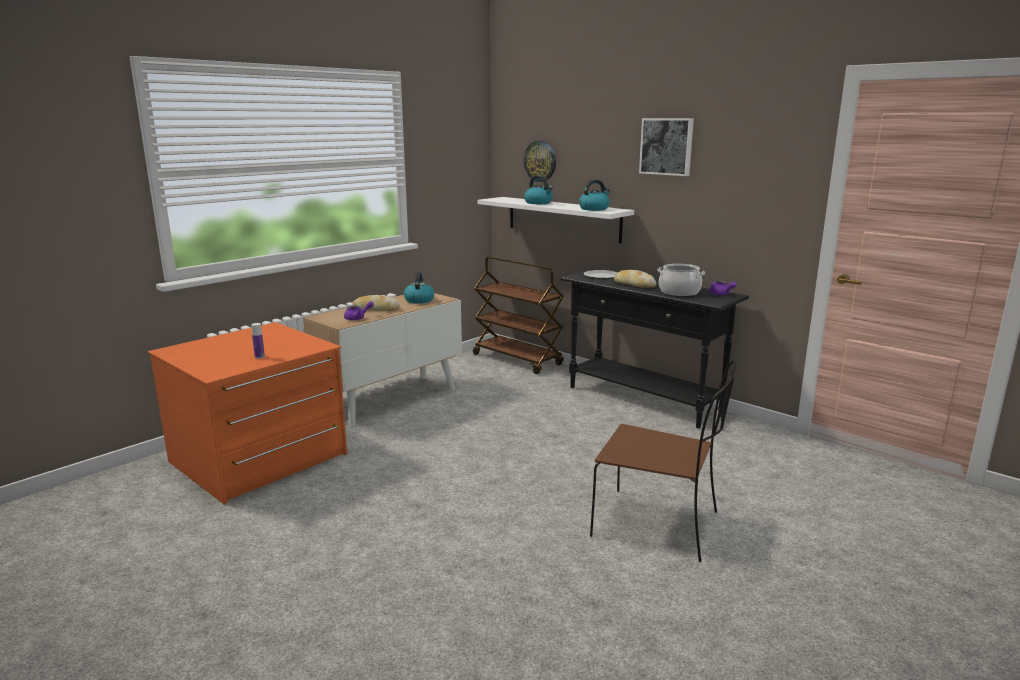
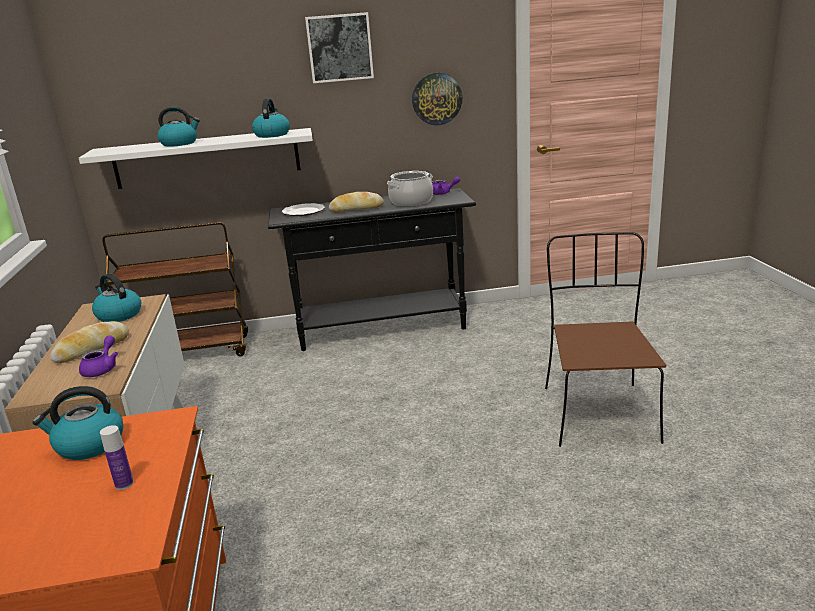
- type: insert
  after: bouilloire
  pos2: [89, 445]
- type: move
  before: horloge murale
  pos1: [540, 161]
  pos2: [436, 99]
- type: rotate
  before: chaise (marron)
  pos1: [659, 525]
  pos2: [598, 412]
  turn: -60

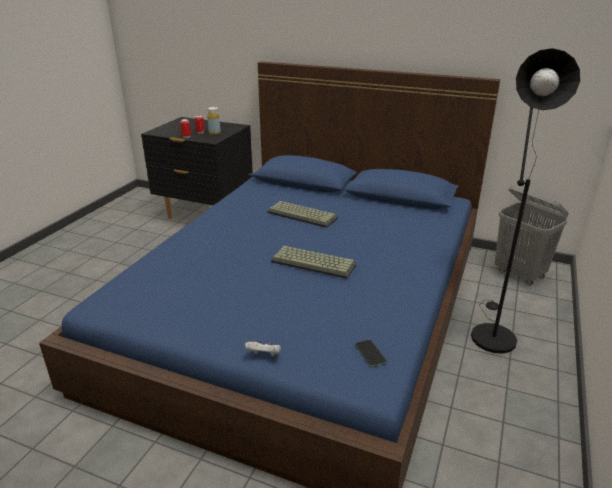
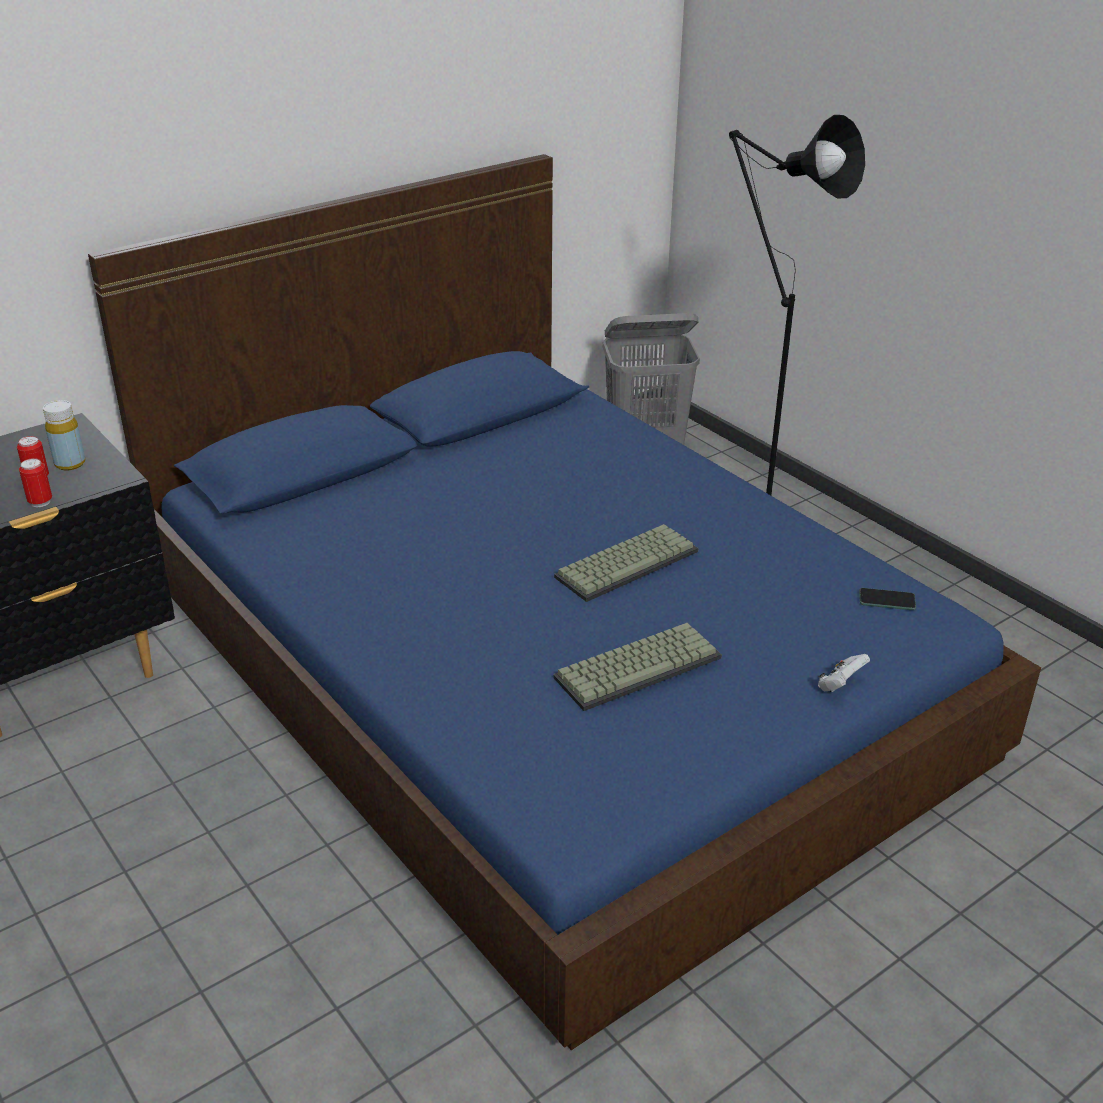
- type: move
  before: clavier
  pos1: [303, 215]
  pos2: [638, 666]

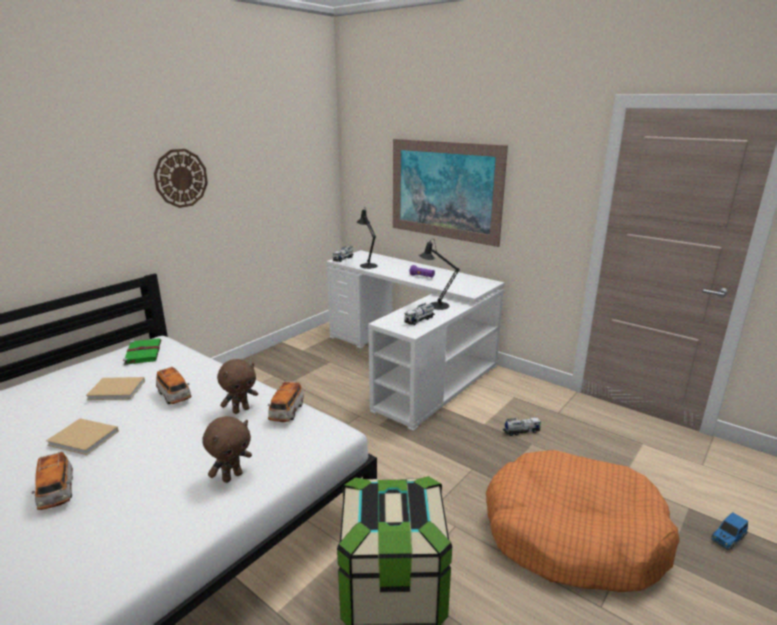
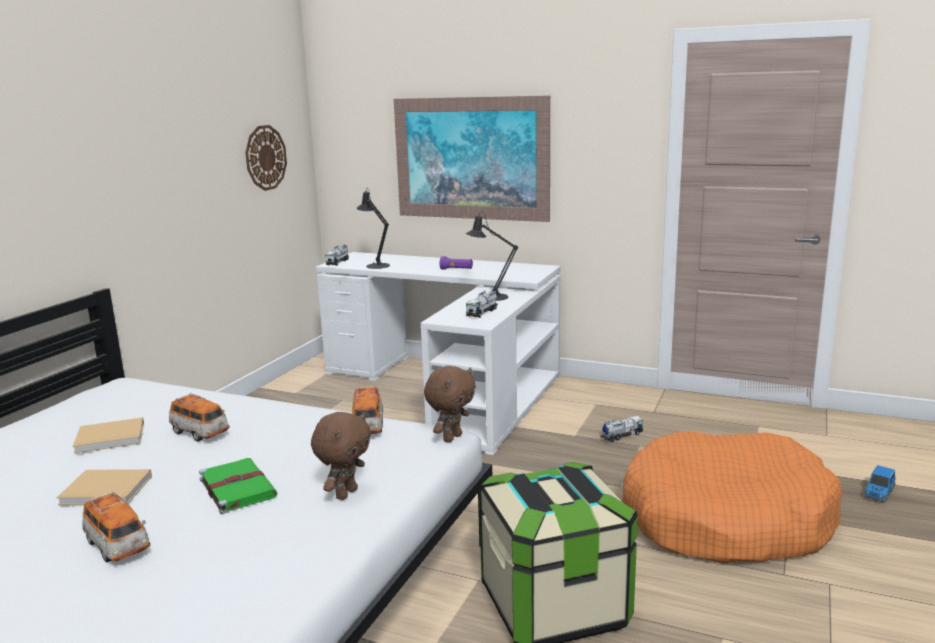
- type: move
  before: livre (vert)
  pos1: [143, 353]
  pos2: [237, 487]
- type: move
  before: horloge murale
  pos1: [181, 178]
  pos2: [265, 157]
- type: move
  before: peluche (marron)
  pos1: [241, 410]
  pos2: [451, 437]

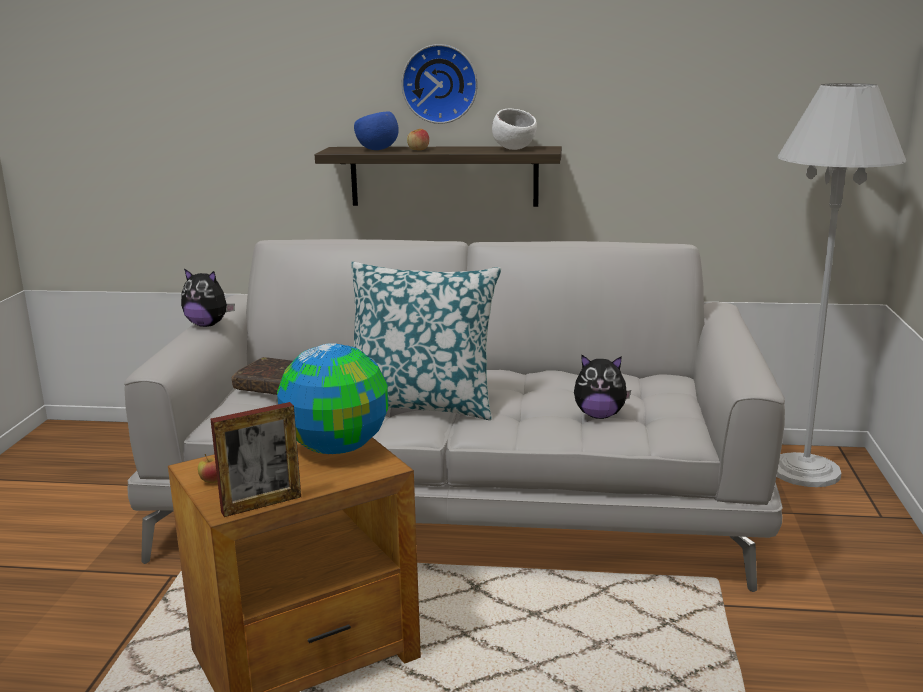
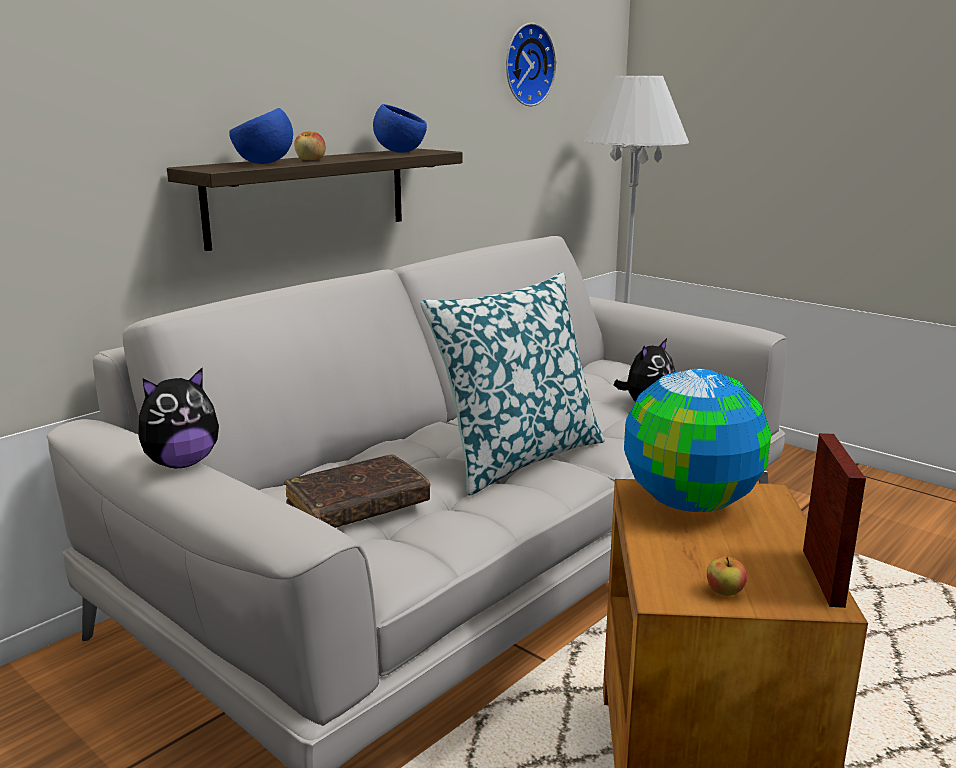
- type: recolor
  before: bol (blanc)
  after: bol (bleu)
  pos1: [514, 149]
  pos2: [400, 152]
- type: move
  before: horloge murale
  pos1: [440, 84]
  pos2: [526, 65]

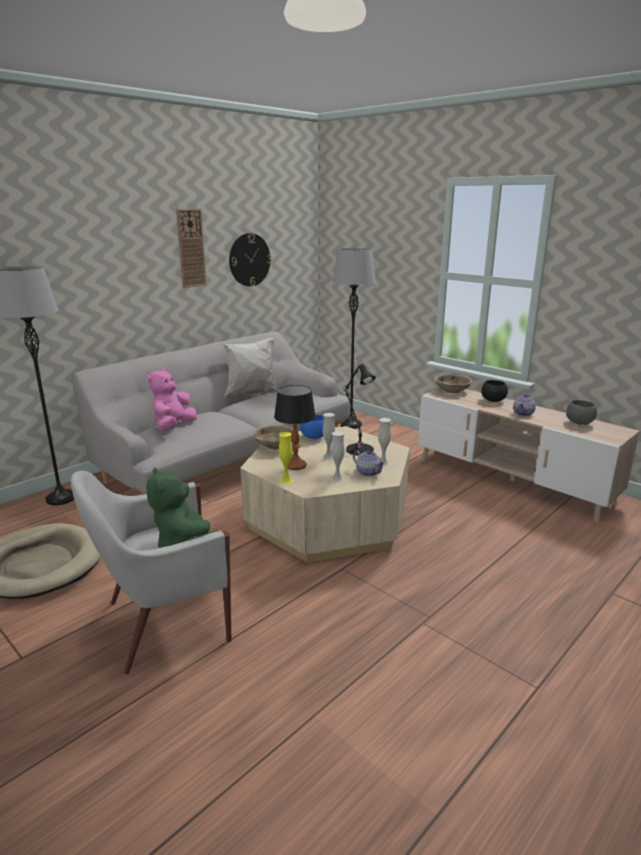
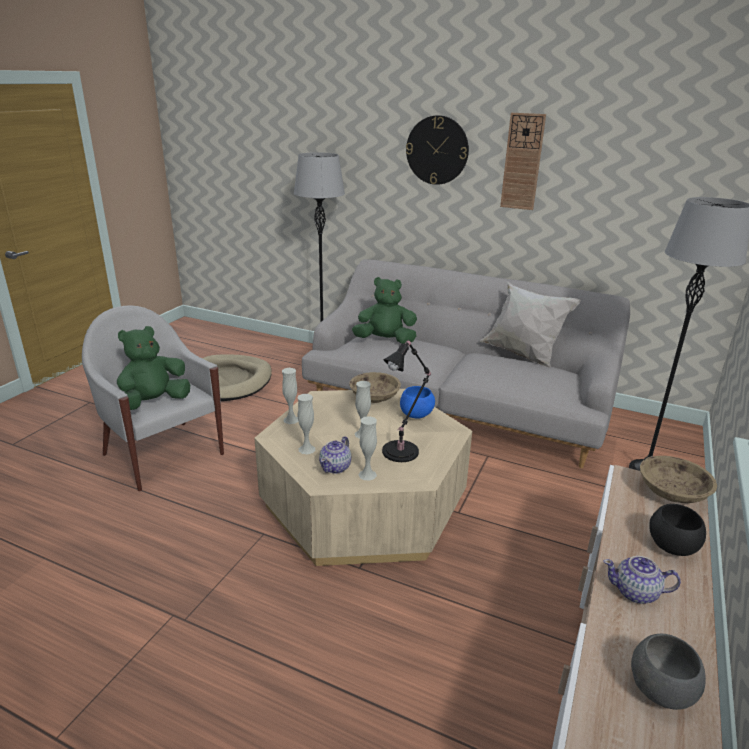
- type: recolor
  before: vase (jaune)
  after: vase (blanc)
  pos1: [286, 480]
  pos2: [291, 420]
- type: recolor
  before: peluche (rose)
  after: peluche (vert)
  pos1: [173, 427]
  pos2: [385, 340]
- type: move
  before: horloge murale
  pos1: [249, 260]
  pos2: [437, 150]
- type: delete
  before: lampe de table
  pos1: [295, 465]

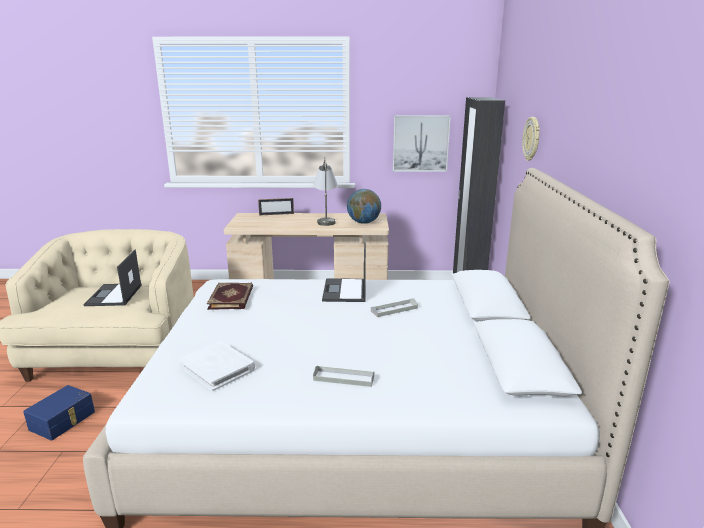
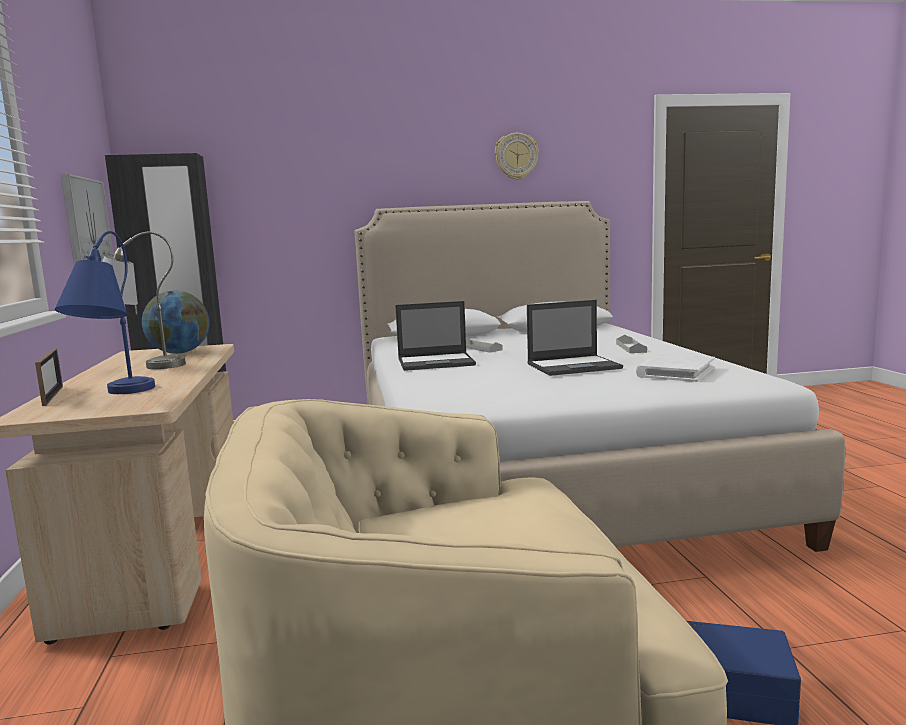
- type: insert
  after: lampe de table (bleu)
  pos2: [115, 396]
- type: move
  before: horloge murale
  pos1: [532, 139]
  pos2: [516, 156]
- type: move
  before: ordinateur portable
  pos1: [114, 295]
  pos2: [574, 366]
- type: delete
  before: livre
  pos1: [232, 298]

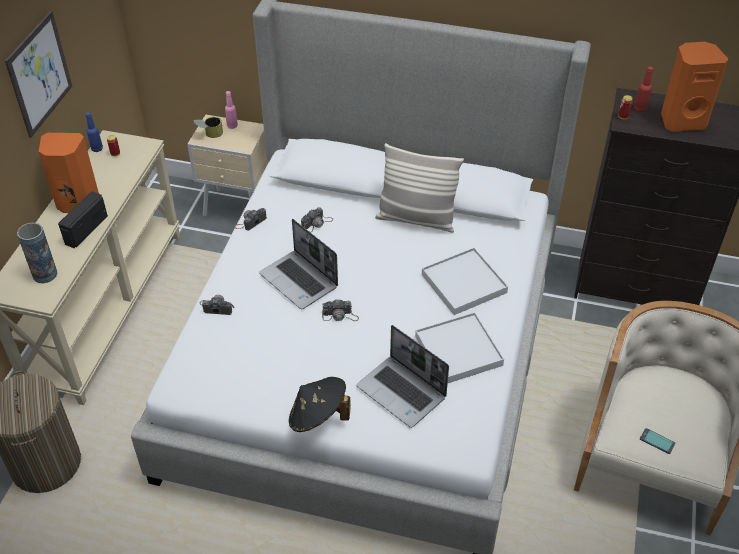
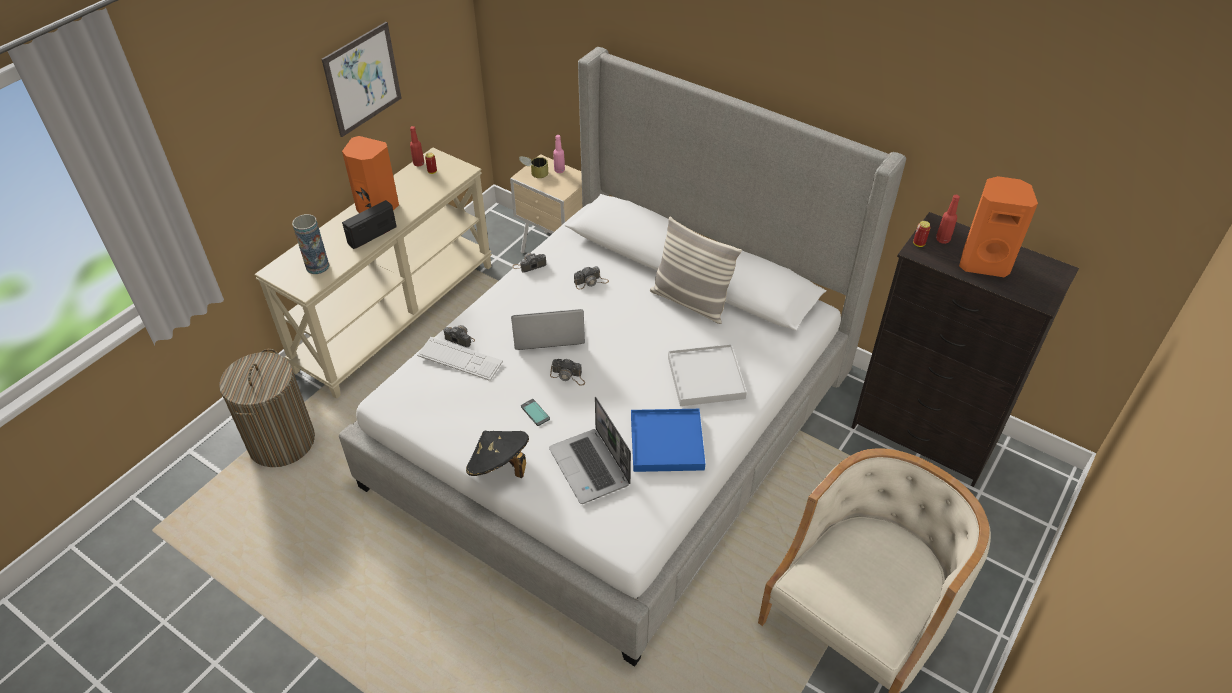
- type: recolor
  before: bouteille (bleu)
  after: bouteille (rouge)
  pos1: [97, 149]
  pos2: [418, 163]
- type: insert
  after: clavier
  pos2: [460, 359]
- type: rotate
  before: ordinateur portable
  pos1: [300, 281]
  pos2: [547, 333]
  turn: 105
- type: move
  before: téléphone
  pos1: [657, 441]
  pos2: [535, 413]
- type: recolor
  before: plateau (blanc)
  after: plateau (bleu)
  pos1: [458, 350]
  pos2: [667, 442]

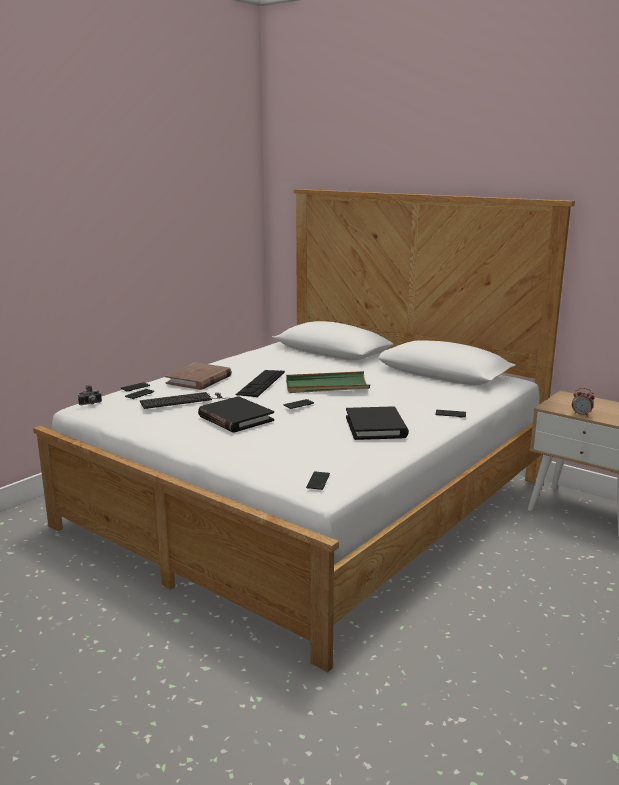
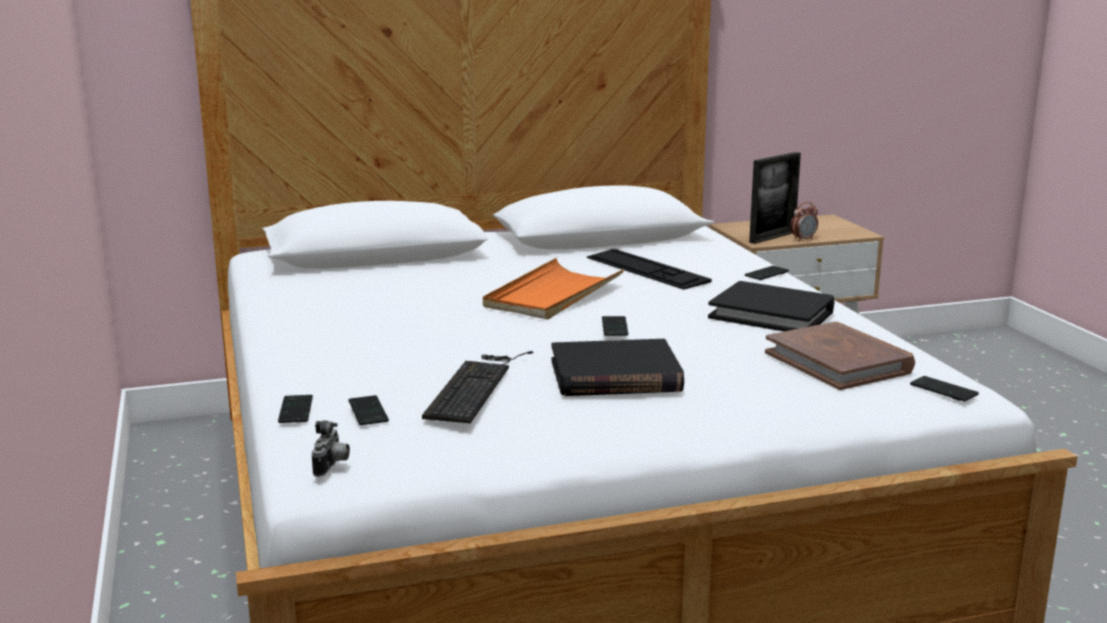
- type: recolor
  before: plateau (vert)
  after: plateau (orange)
  pos1: [326, 386]
  pos2: [552, 295]
- type: move
  before: clavier
  pos1: [261, 383]
  pos2: [646, 269]
- type: insert
  after: cadre photo
  pos2: [772, 237]
- type: move
  before: livre (marron)
  pos1: [199, 379]
  pos2: [838, 362]

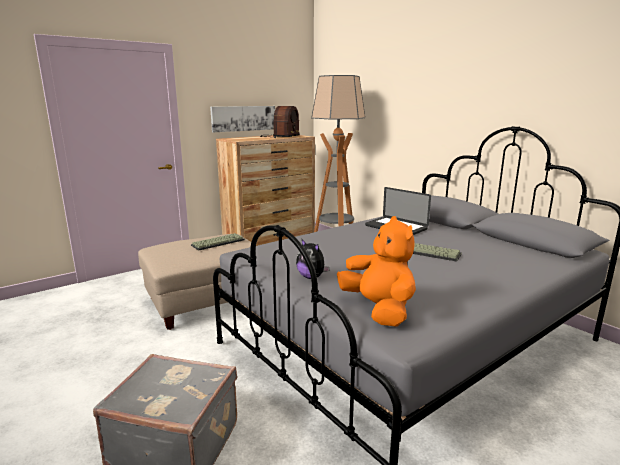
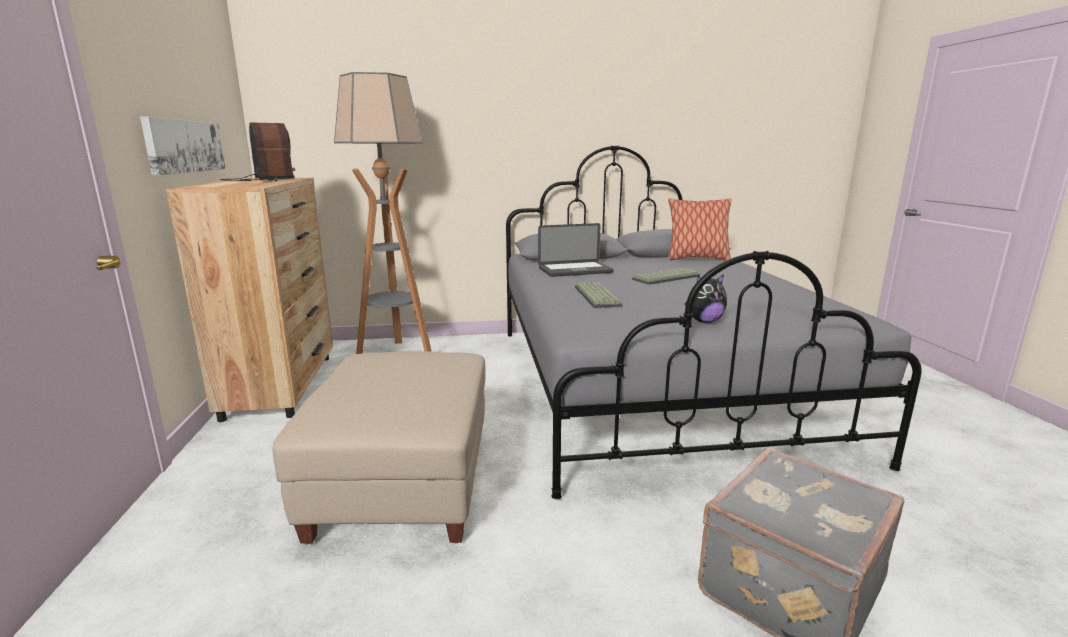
- type: move
  before: clavier
  pos1: [218, 242]
  pos2: [595, 296]
- type: insert
  after: coussin
  pos2: [697, 259]
- type: delete
  before: peluche (orange)
  pos1: [378, 310]

